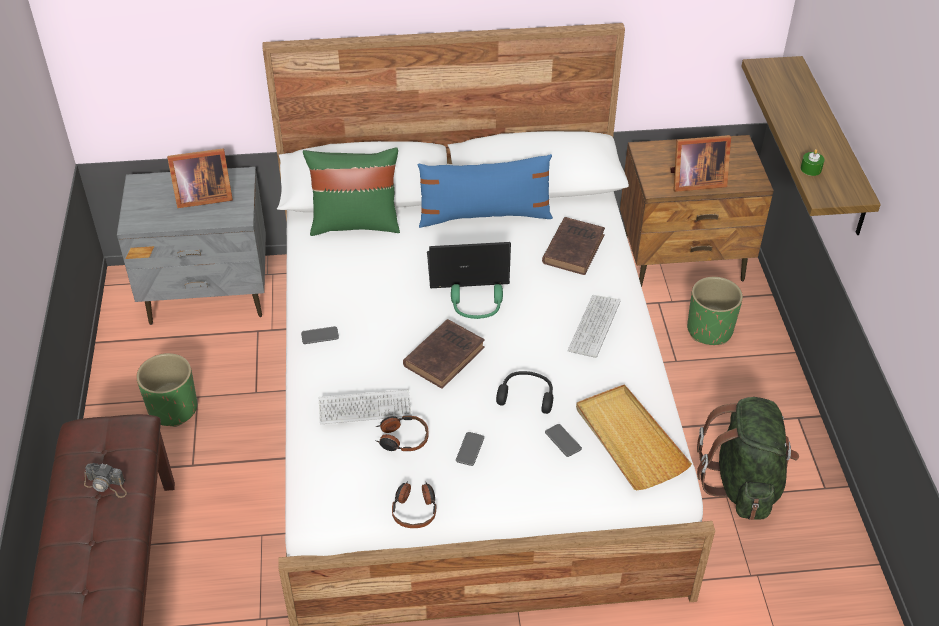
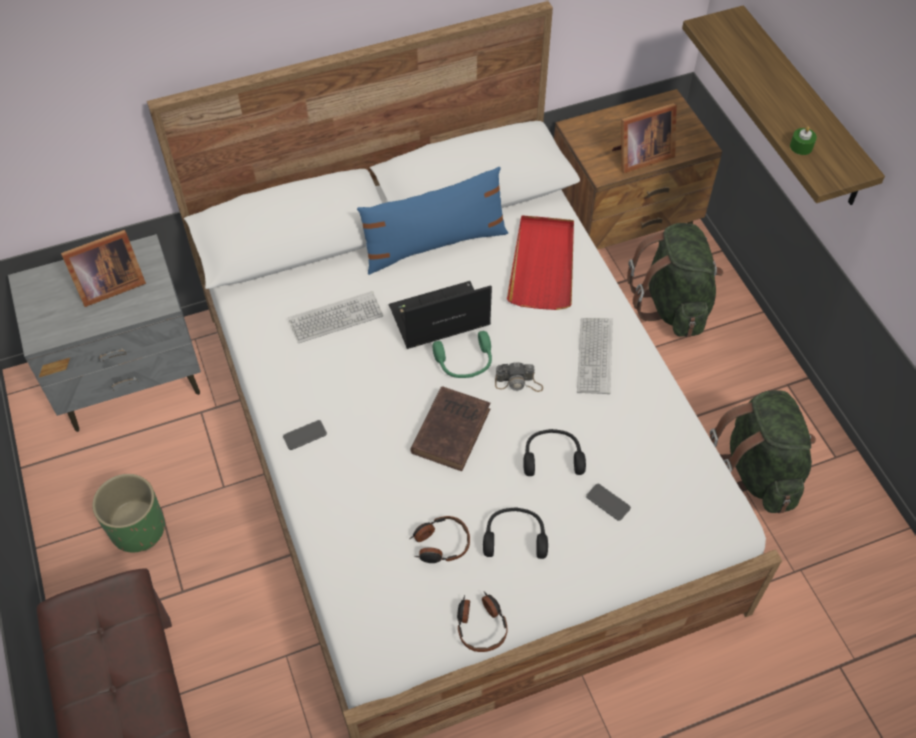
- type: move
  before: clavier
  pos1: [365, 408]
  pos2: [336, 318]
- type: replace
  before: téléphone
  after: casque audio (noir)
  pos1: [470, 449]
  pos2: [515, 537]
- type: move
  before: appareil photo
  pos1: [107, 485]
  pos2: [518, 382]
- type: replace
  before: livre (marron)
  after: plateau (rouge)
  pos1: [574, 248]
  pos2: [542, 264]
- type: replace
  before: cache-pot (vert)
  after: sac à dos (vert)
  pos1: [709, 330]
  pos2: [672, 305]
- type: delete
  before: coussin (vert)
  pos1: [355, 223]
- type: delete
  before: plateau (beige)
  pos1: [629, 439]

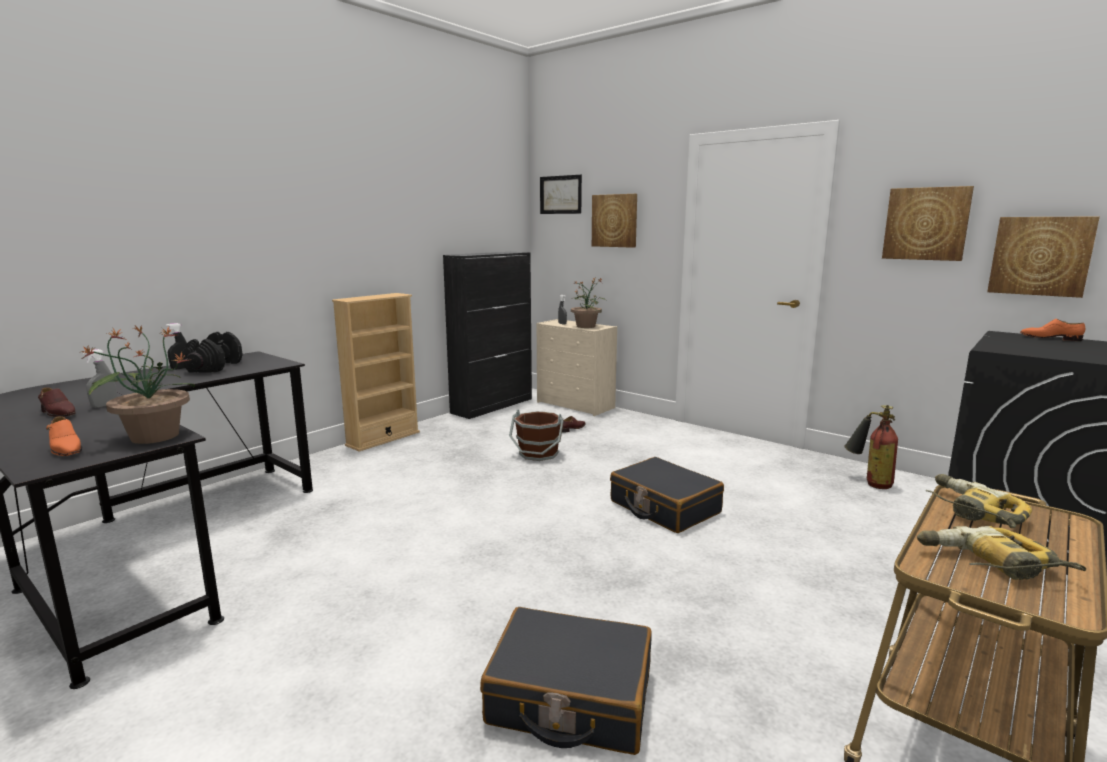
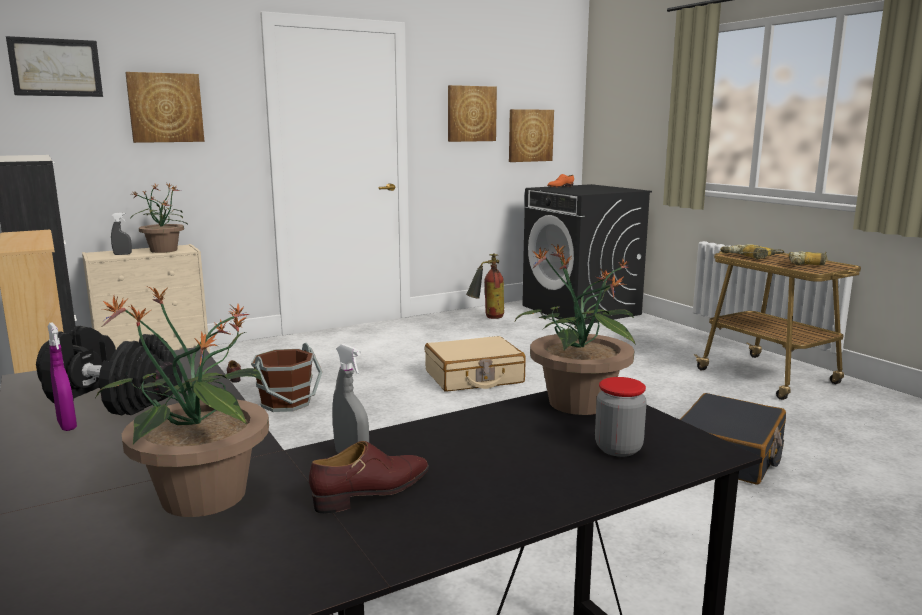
- type: recolor
  before: vaporisateur (noir)
  after: vaporisateur (violet)
  pos1: [181, 368]
  pos2: [67, 425]
- type: insert
  after: plante en pot
  pos2: [202, 497]
- type: recolor
  before: valise (noir)
  after: valise (beige)
  pos1: [664, 507]
  pos2: [474, 377]
- type: replace
  before: chaussure (orange)
  after: bocal
  pos1: [65, 449]
  pos2: [618, 448]

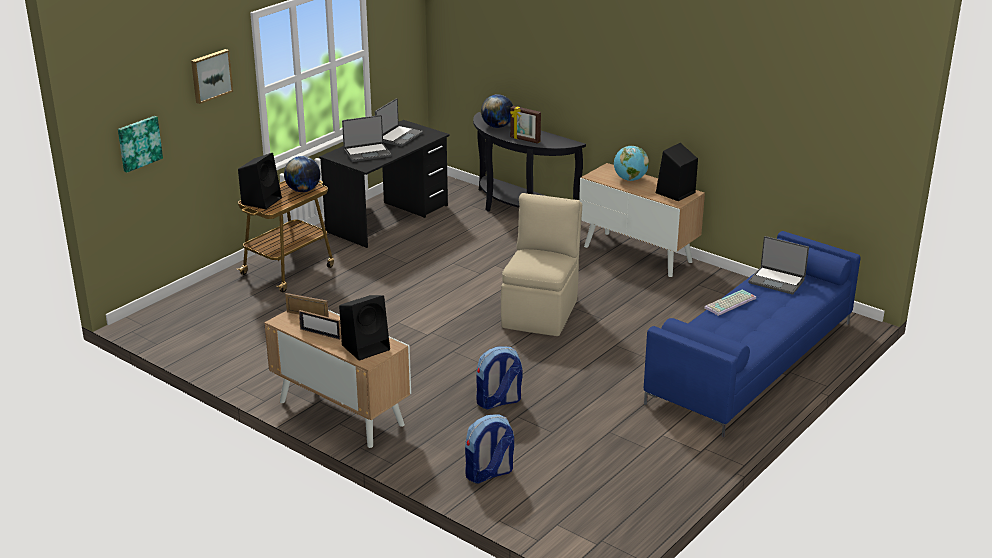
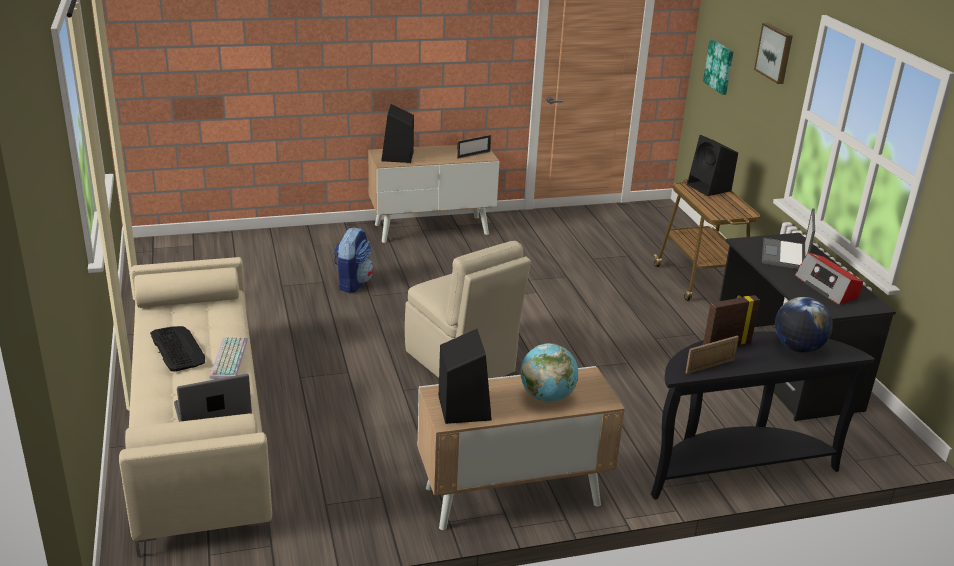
- type: recolor
  before: canapé (bleu)
  after: canapé (beige)
  pos1: [751, 362]
  pos2: [198, 430]
- type: insert
  after: clavier
  pos2: [177, 348]
- type: move
  before: cadre photo
  pos1: [320, 334]
  pos2: [710, 366]
- type: replace
  before: ordinateur portable
  after: radio
  pos1: [399, 137]
  pos2: [827, 287]
- type: delete
  before: globe
  pos1: [303, 190]
- type: delete
  before: sac à dos
  pos1: [489, 474]

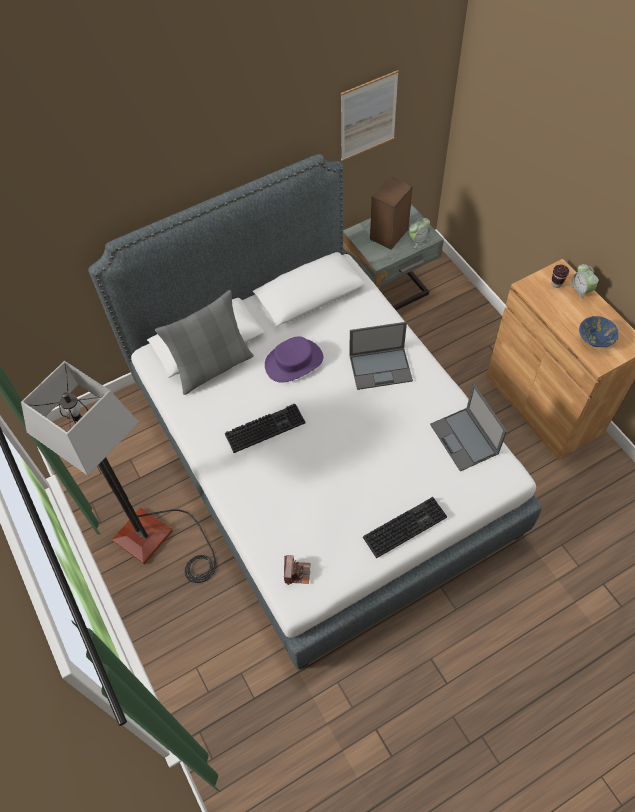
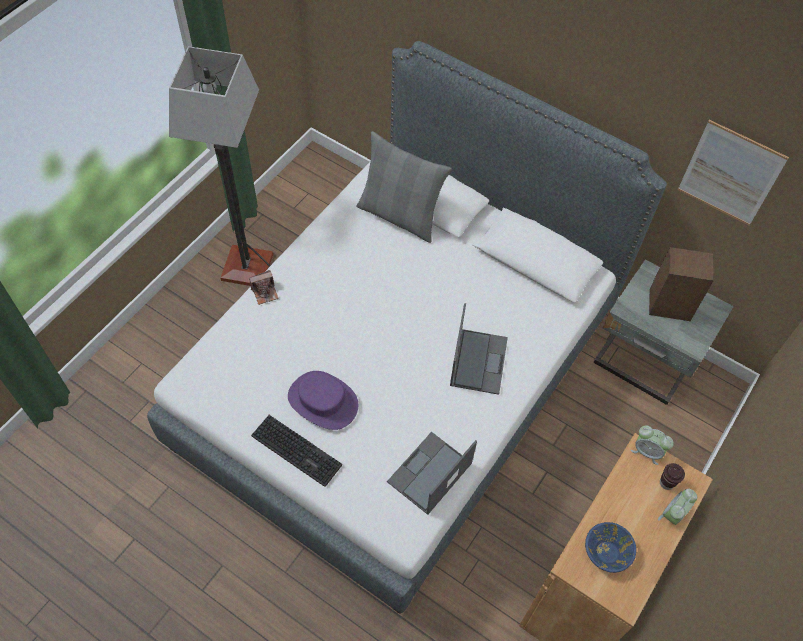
- type: move
  before: appareil photo
  pos1: [297, 573]
  pos2: [265, 292]
- type: move
  before: chapeau (violet)
  pos1: [294, 362]
  pos2: [322, 401]
- type: rotate
  before: ordinateur portable
  pos1: [381, 368]
  pos2: [478, 360]
  turn: -135
- type: move
  before: réveil
  pos1: [418, 240]
  pos2: [647, 451]
- type: delete
  before: clavier
  pos1: [266, 427]

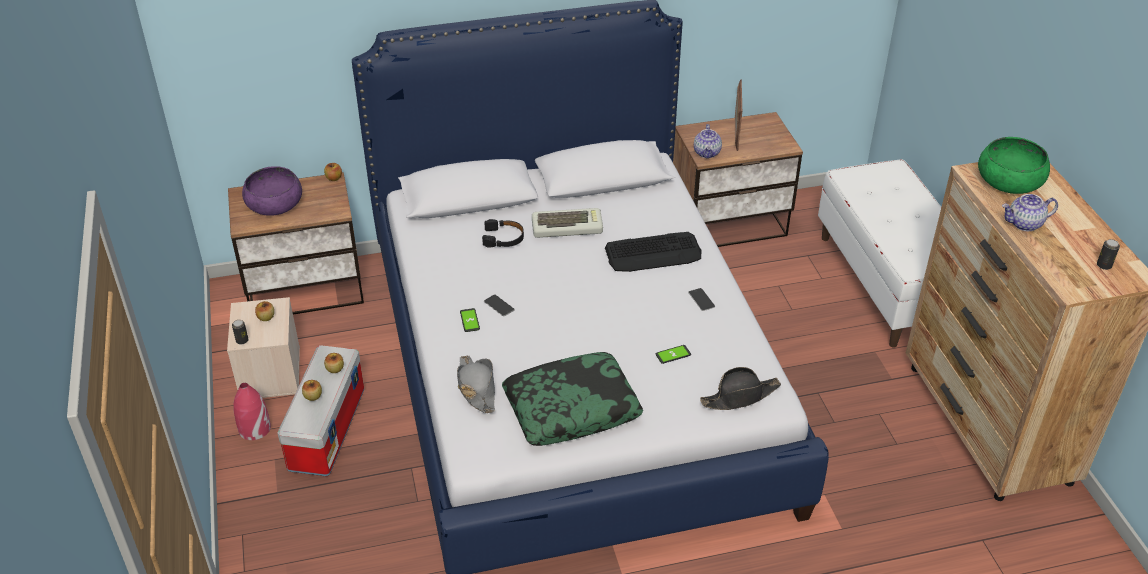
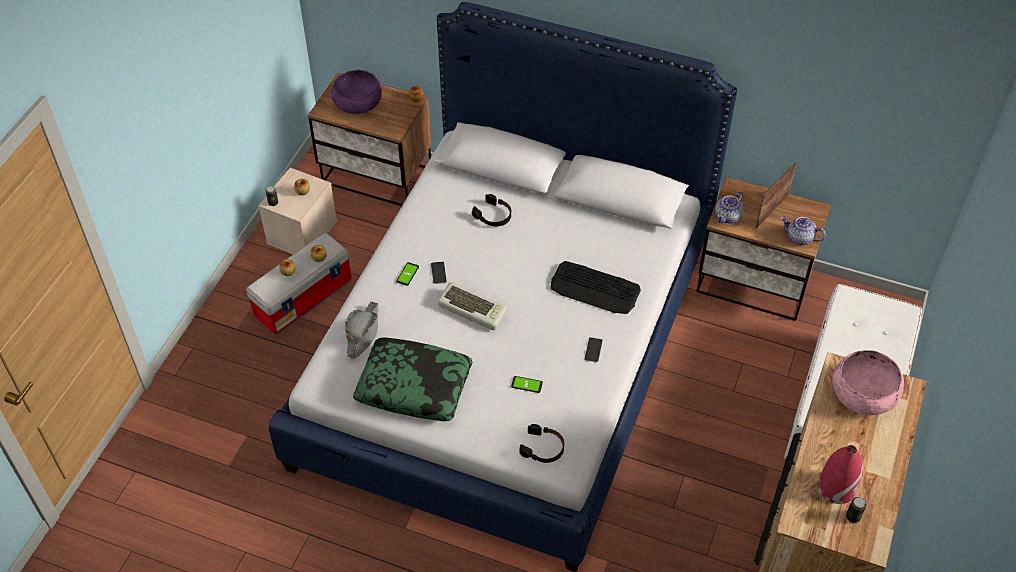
- type: move
  before: clavier
  pos1: [567, 227]
  pos2: [473, 309]
- type: replace
  before: chapeau (noir)
  after: casque audio (noir)
  pos1: [740, 396]
  pos2: [543, 448]
- type: move
  before: théière
  pos1: [1024, 224]
  pos2: [799, 238]
- type: move
  before: vase (rouge)
  pos1: [254, 428]
  pos2: [836, 487]
- type: recolor
  before: bol (vert)
  after: bol (rose)
  pos1: [1009, 180]
  pos2: [863, 393]

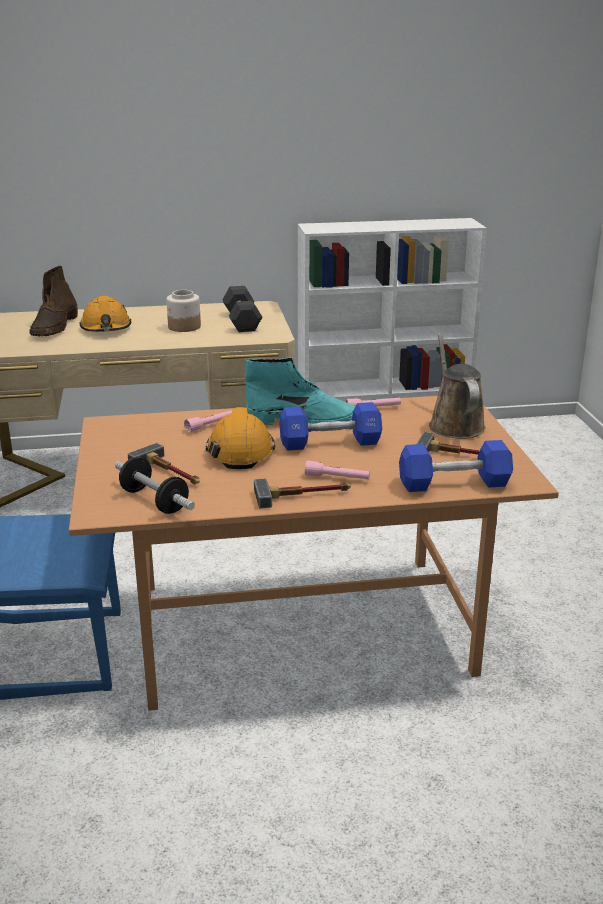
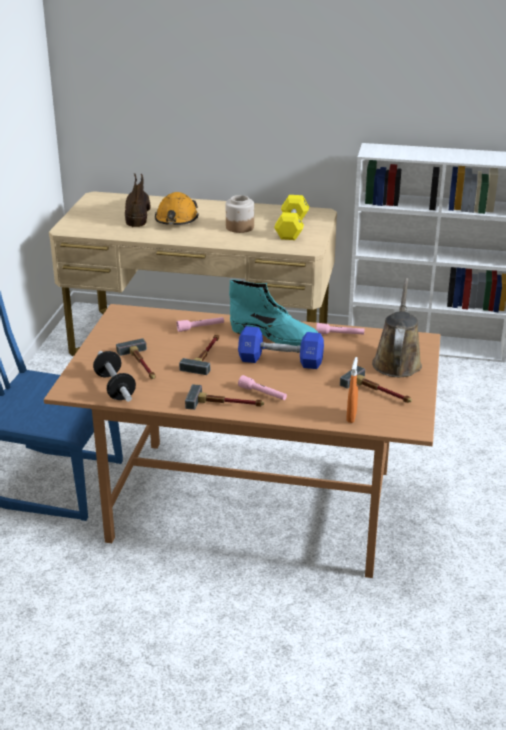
- type: rotate
  before: botte (marron)
  pos1: [55, 327]
  pos2: [137, 213]
  turn: 150
- type: replace
  before: casque de chantier (orange)
  after: marteau
  pos1: [240, 451]
  pos2: [205, 356]
- type: recolor
  before: haltère (noir)
  after: haltère (jaune)
  pos1: [242, 321]
  pos2: [291, 228]
- type: replace
  before: haltère (bleu)
  after: vaporisateur (orange)
  pos1: [454, 483]
  pos2: [351, 417]

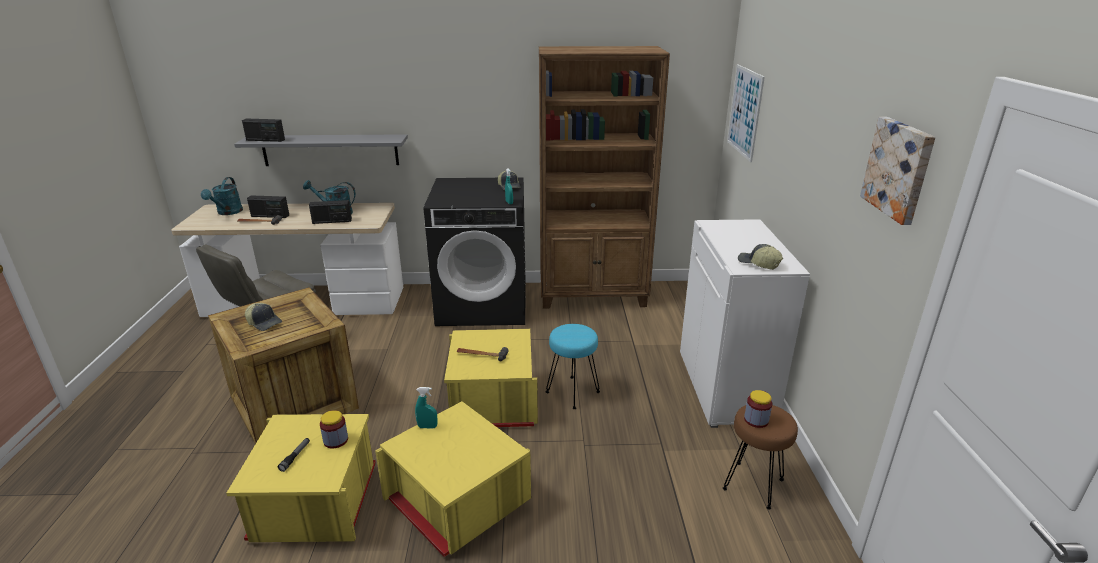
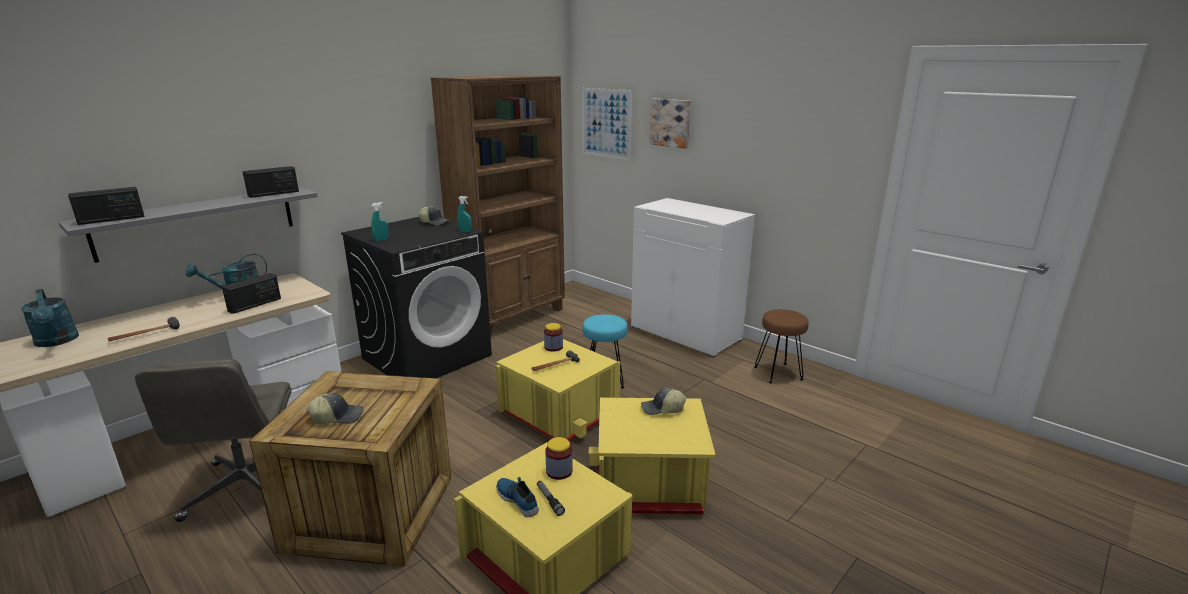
- type: move
  before: radio
  pos1: [270, 216]
  pos2: [273, 194]
- type: move
  before: vaporisateur (turquoise)
  pos1: [427, 427]
  pos2: [381, 239]
- type: insert
  after: chaussure
  pos2: [518, 499]
- type: move
  before: bocal
  pos1: [756, 420]
  pos2: [553, 347]
- type: move
  before: casquette
  pos1: [758, 264]
  pos2: [662, 409]
- type: move
  before: tableau
  pos1: [899, 169]
  pos2: [671, 123]

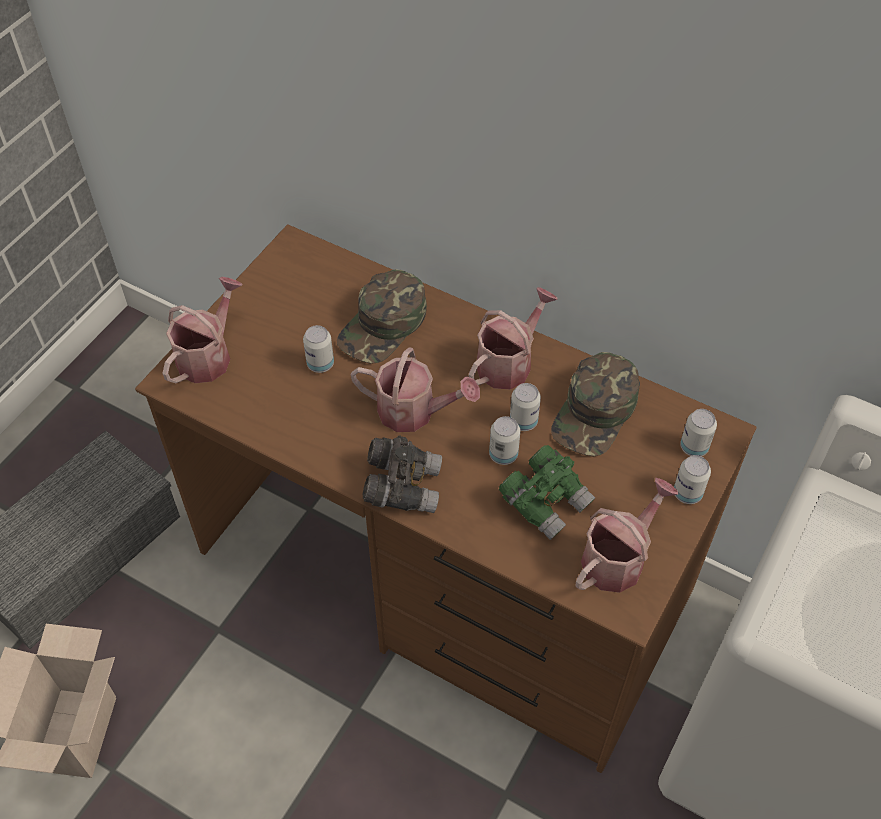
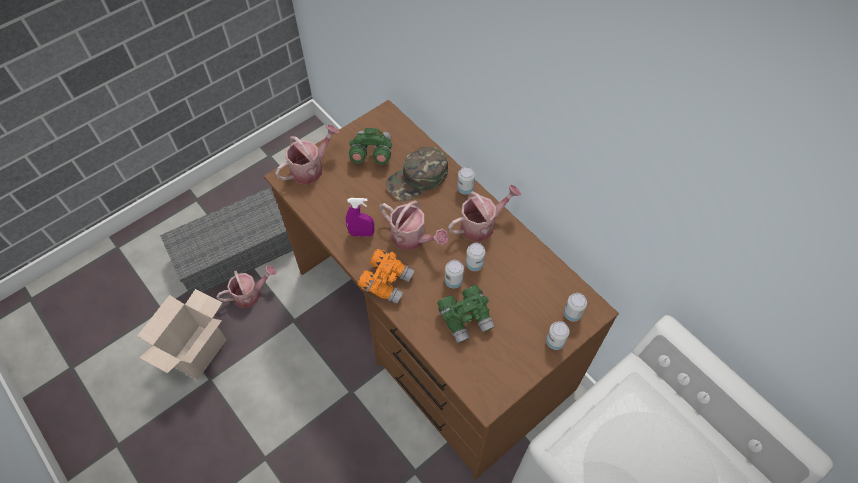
- type: move
  before: arrosoir
  pos1: [618, 558]
  pos2: [251, 294]
- type: insert
  after: vaporisateur (violet)
  pos2: [361, 233]
- type: insert
  after: jumelles (vert)
  pos2: [371, 154]
- type: recolor
  before: jumelles (gris)
  after: jumelles (orange)
  pos1: [402, 486]
  pos2: [386, 281]
- type: move
  before: boîte métallique
  pos1: [320, 364]
  pos2: [465, 189]
- type: delete
  before: casquette (vert)
  pos1: [596, 412]

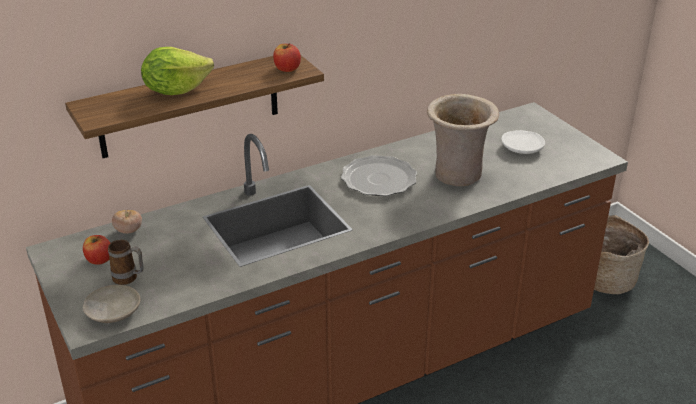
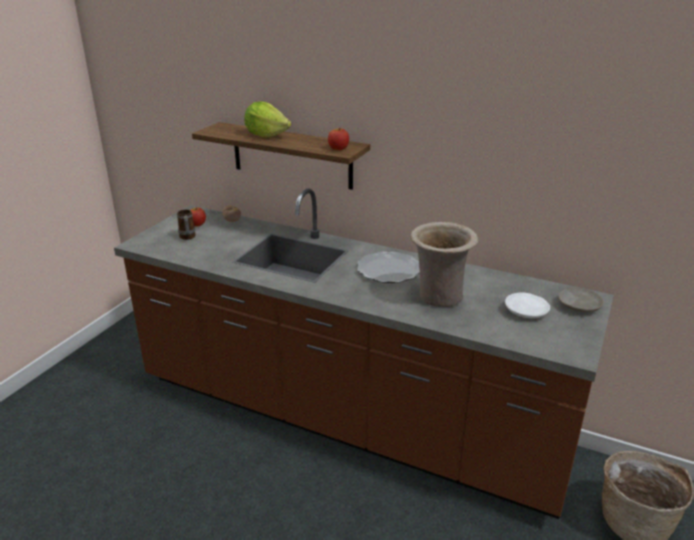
- type: move
  before: assiette (beige)
  pos1: [112, 311]
  pos2: [579, 306]

